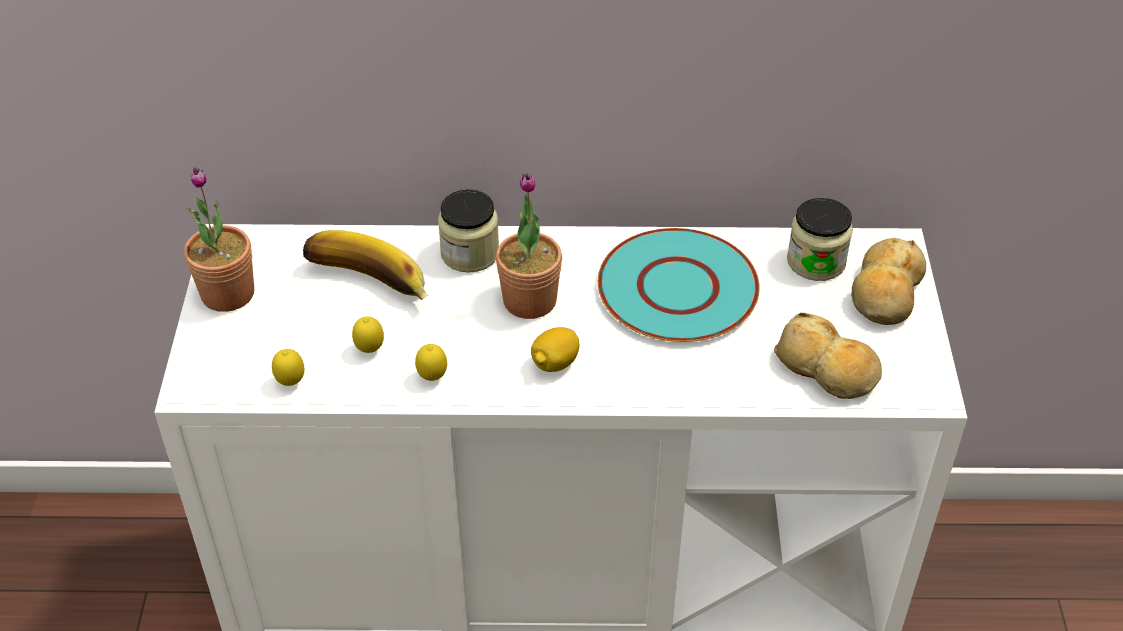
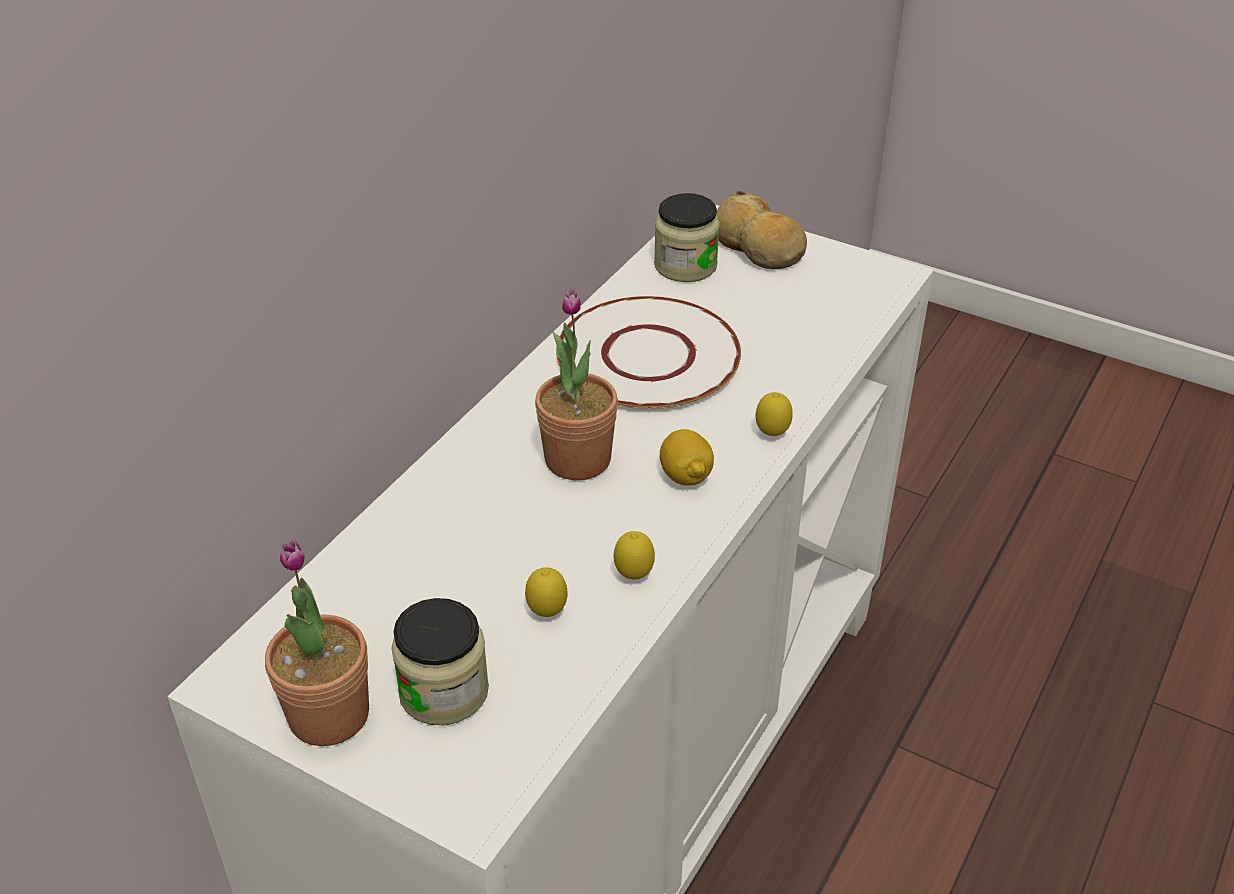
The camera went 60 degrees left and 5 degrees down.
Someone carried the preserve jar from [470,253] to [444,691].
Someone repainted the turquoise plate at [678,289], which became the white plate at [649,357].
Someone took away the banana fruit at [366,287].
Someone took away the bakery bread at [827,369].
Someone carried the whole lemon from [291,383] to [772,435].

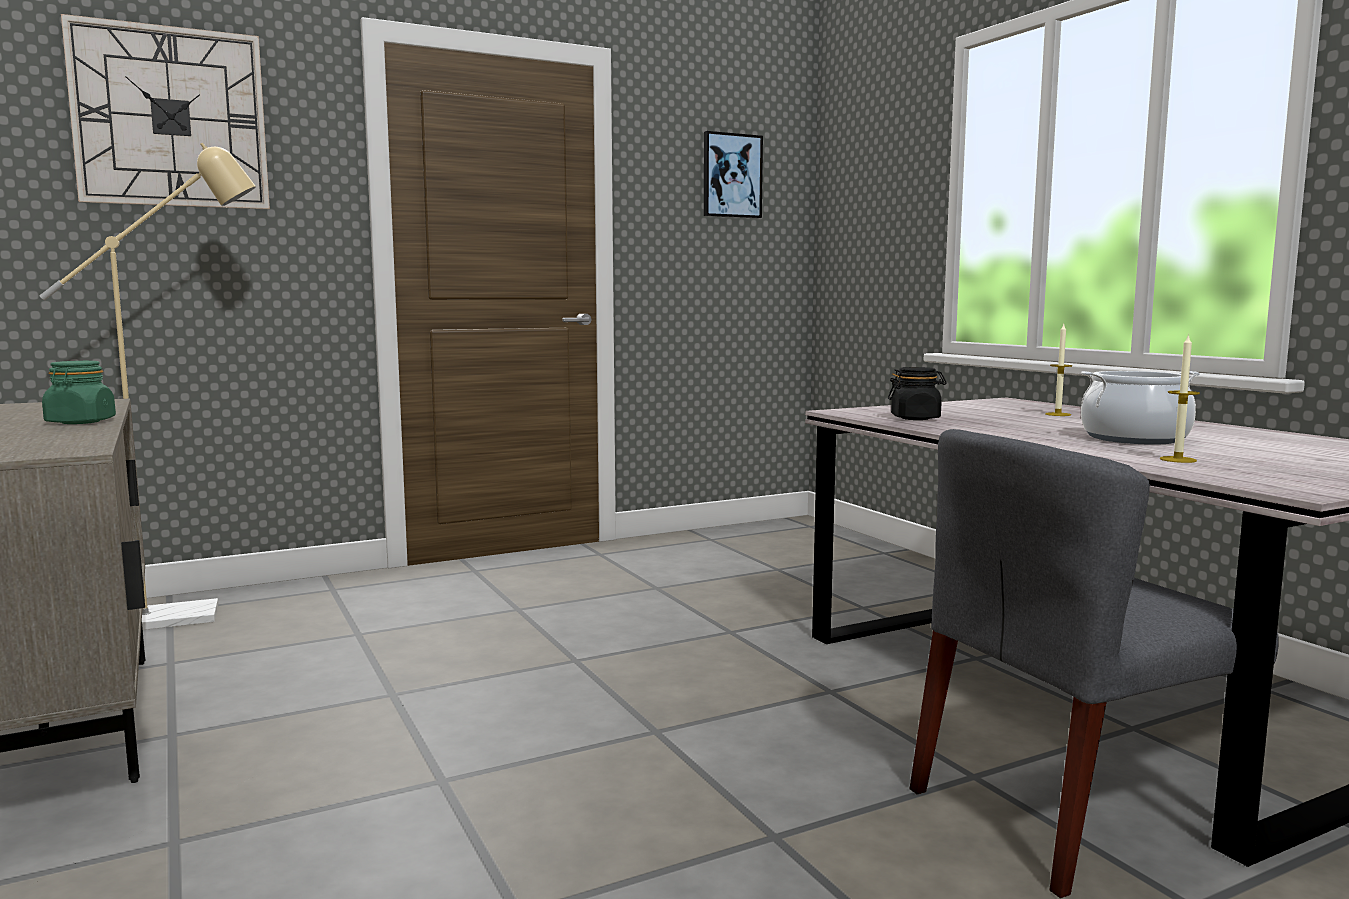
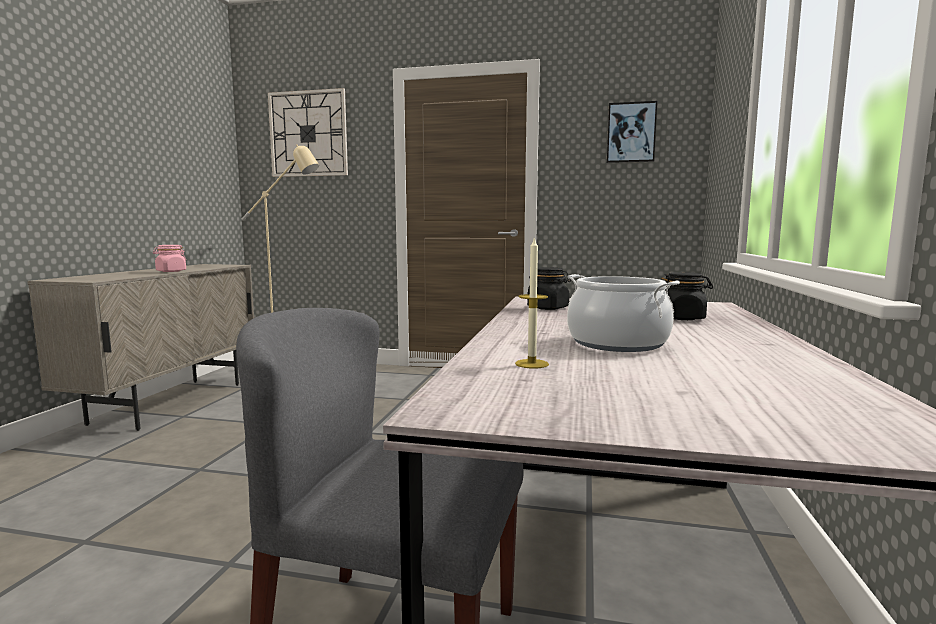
The camera went 40 degrees right and 0 degrees up.
Someone swapped the wax light at [1058,414] for the black-coloured preserve jar at [683,318].
Someone repainted the green preserve jar at [80,422], which became the pink preserve jar at [171,271].

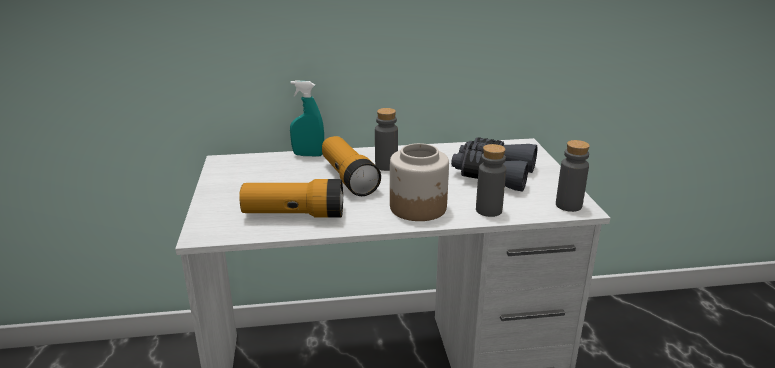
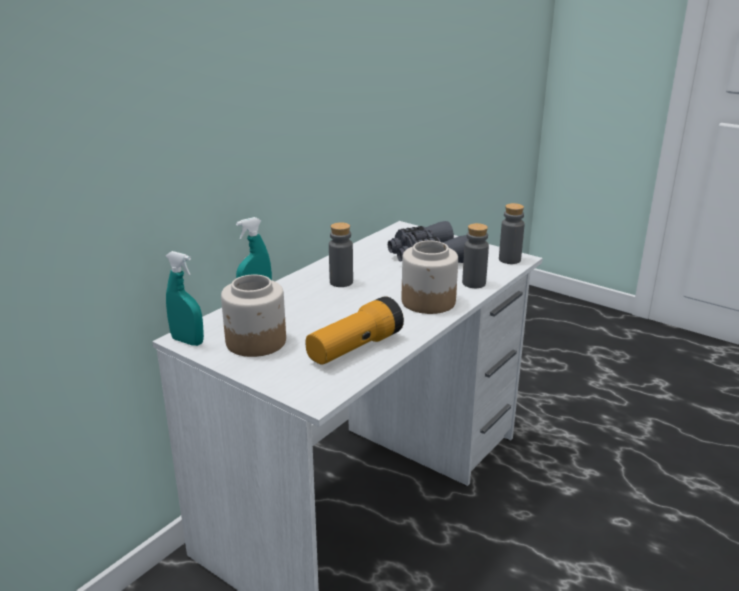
The camera went 45 degrees left and 0 degrees up.
Someone took away the flashlight at [348,178].
Someone put down the turquoise hand sprayer at [187,341].
Someone put down the preserve jar at [256,342].

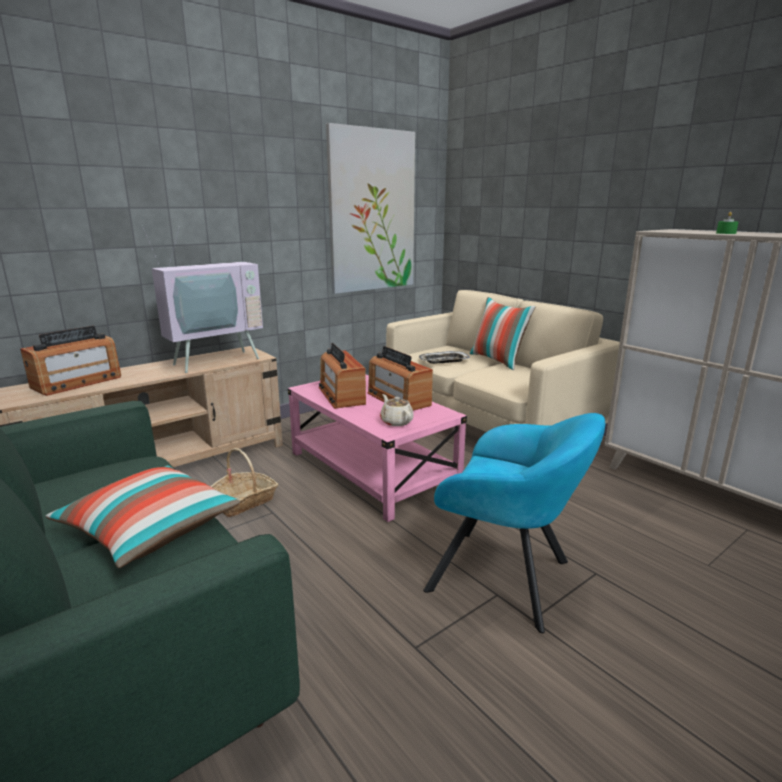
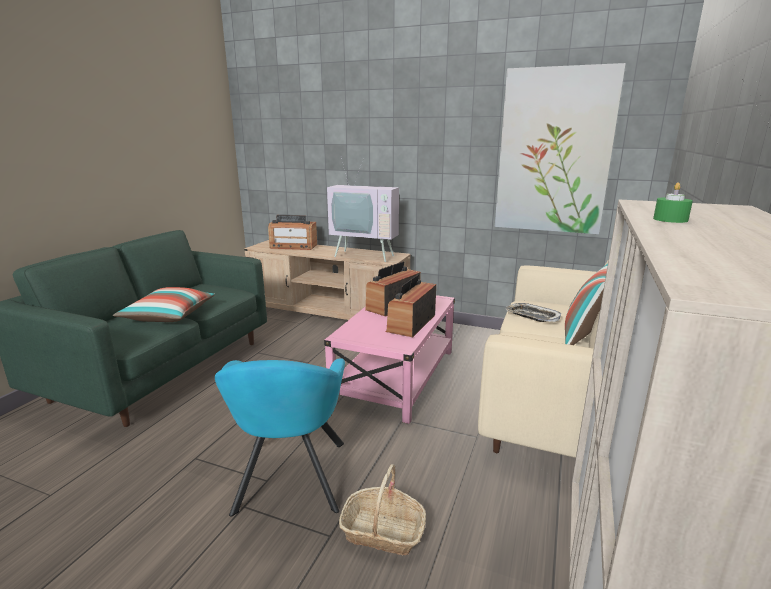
The camera went 60 degrees right and 0 degrees up.
Someone took away the beige-coloured teapot at [396,421].
Someone carried the basket from [243,501] to [383,531].

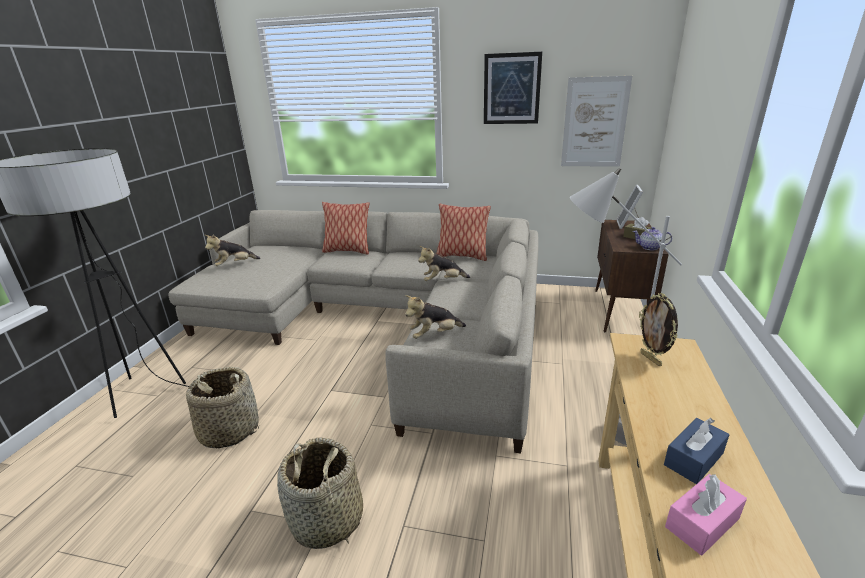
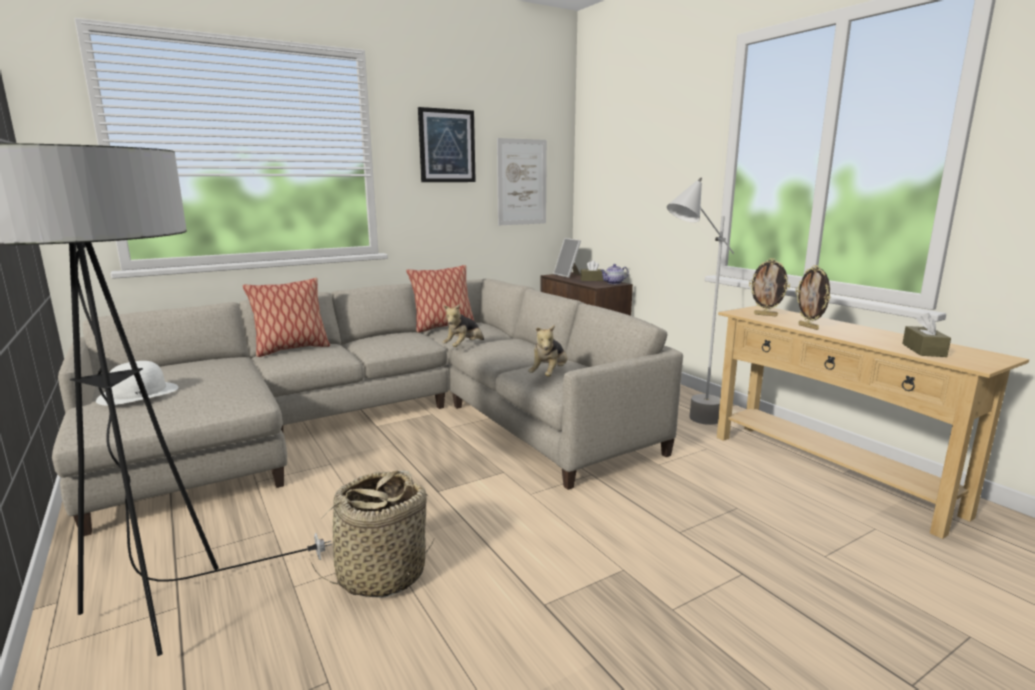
The camera went 45 degrees left and 10 degrees down.
Someone swapped the plush toy at [234,265] for the white hat at [138,393].
Someone took away the blue tissue holder at [693,459].
Someone took away the basket at [327,520].
Someone repainted the pink tissue holder at [702,523], which became the brown tissue holder at [923,350].
Someone put down the photo frame at [809,327].

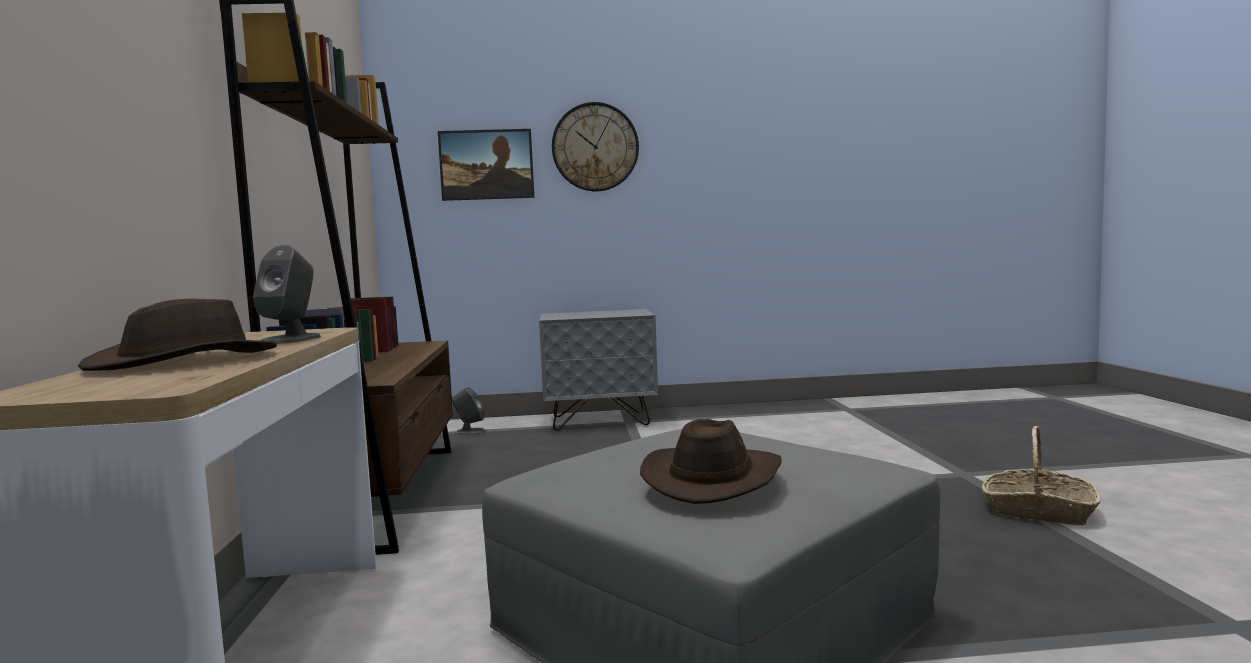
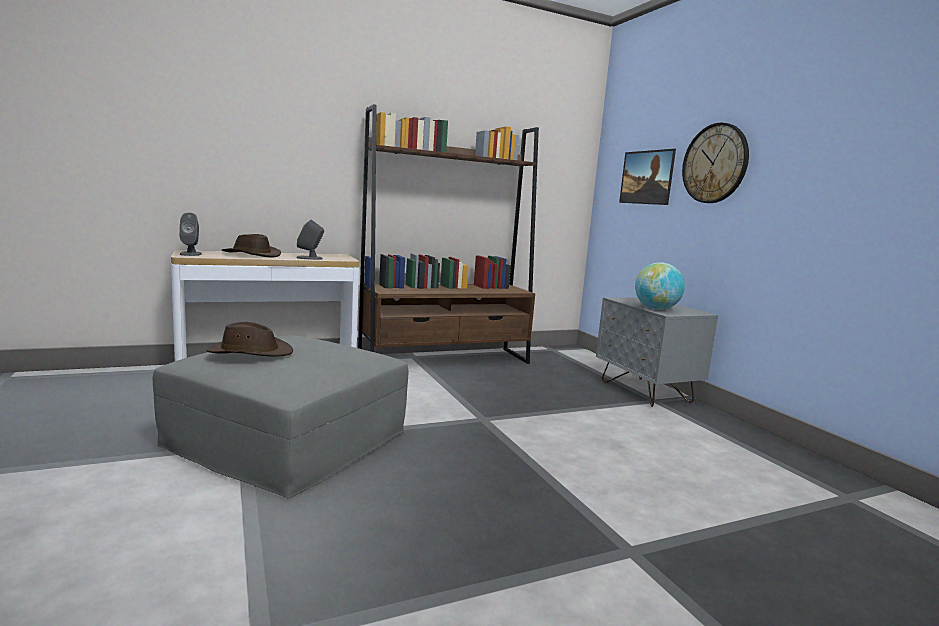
The camera went 70 degrees right and 5 degrees up.
Someone carried the grey audio speaker from [469,432] to [190,254].
Someone took away the basket at [1038,511].
Someone put down the desk globe at [656,309].

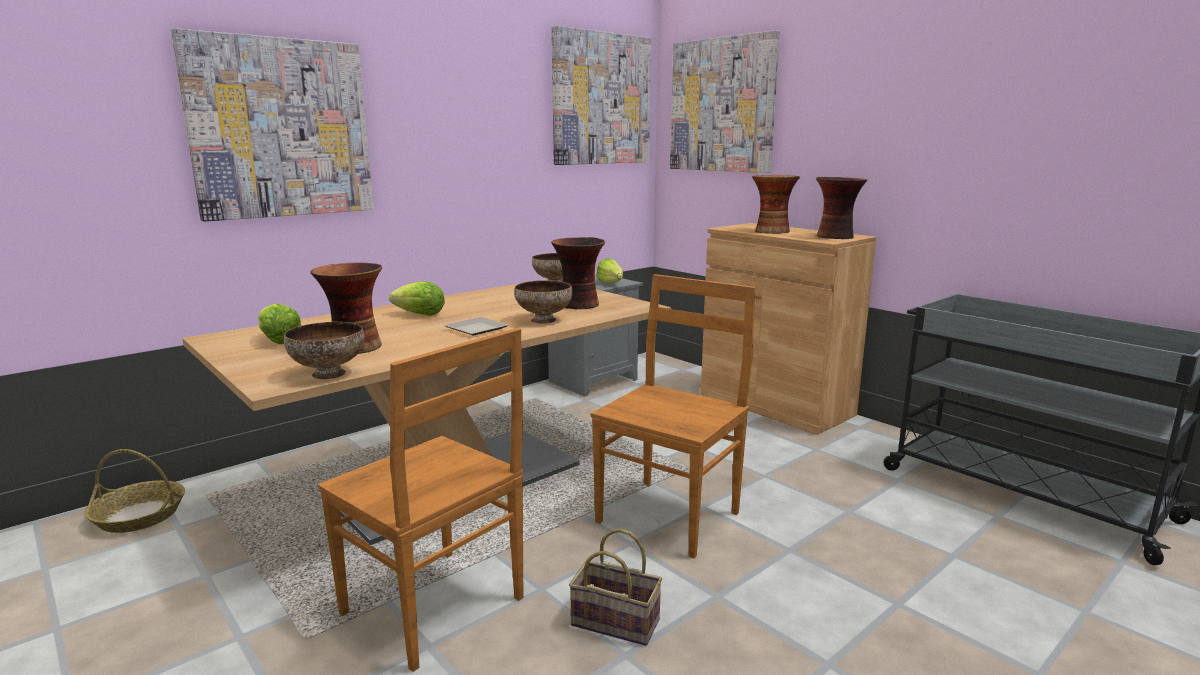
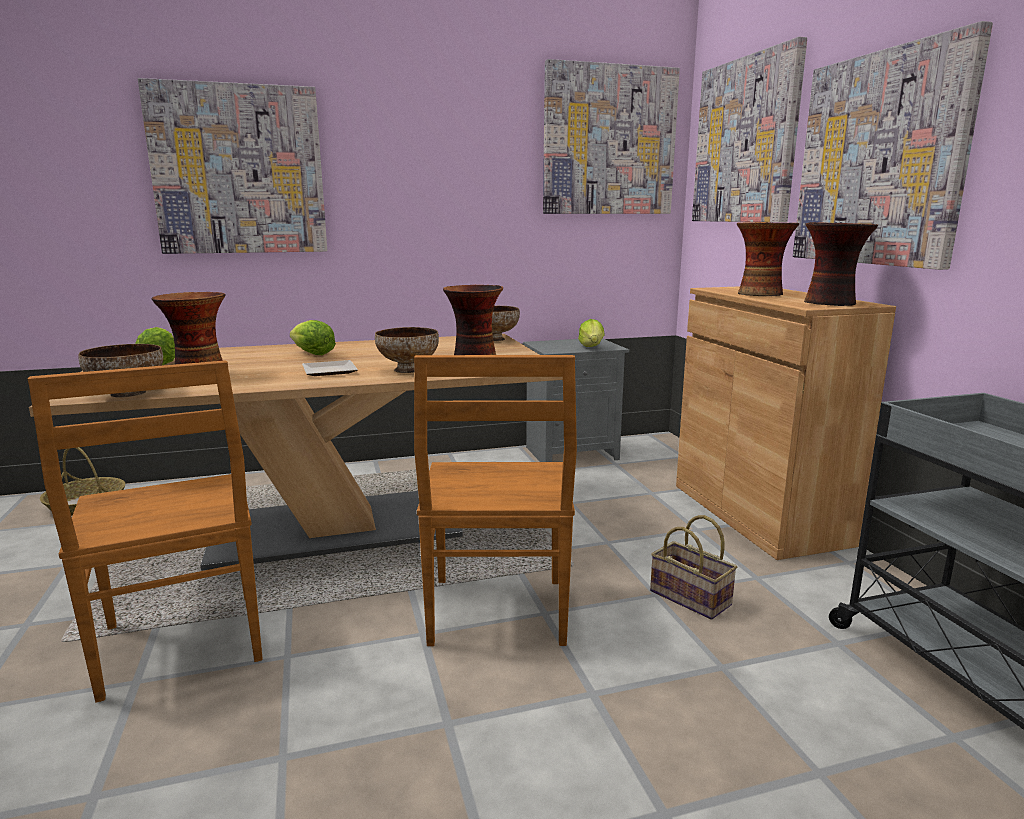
The camera went 25 degrees right and 0 degrees up.
Someone rotated the brown plain chair at [670,515] by 120 degrees clockwise.
Someone carried the basket from [618,622] to [692,598].
Someone put up the wall art at [880,160].

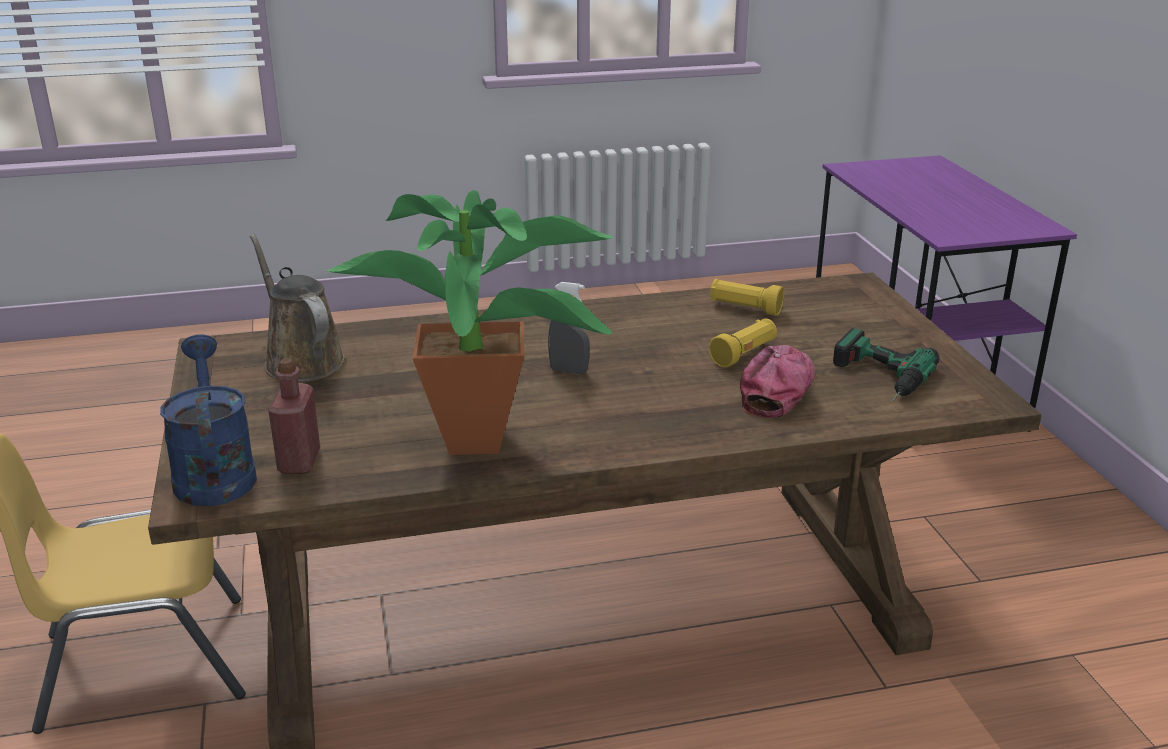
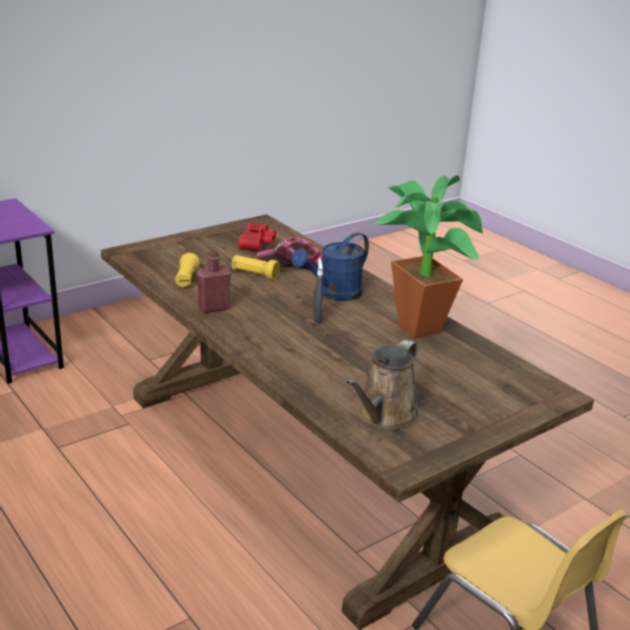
The camera went 115 degrees left and 0 degrees up.
Someone swapped the power drill at [875,378] for the red-coloured field glasses at [258,244].
Someone carried the blue watering pot from [214,472] to [334,294].
Someone carried the red-coloured drink bottle from [299,461] to [213,308].

